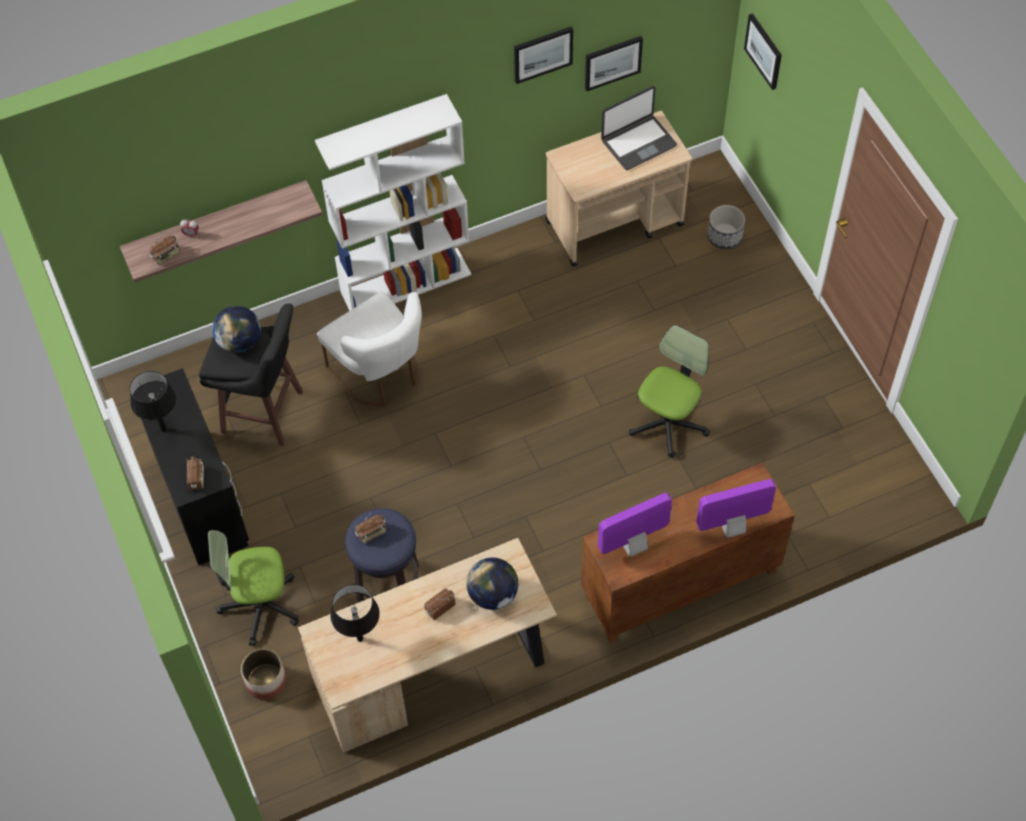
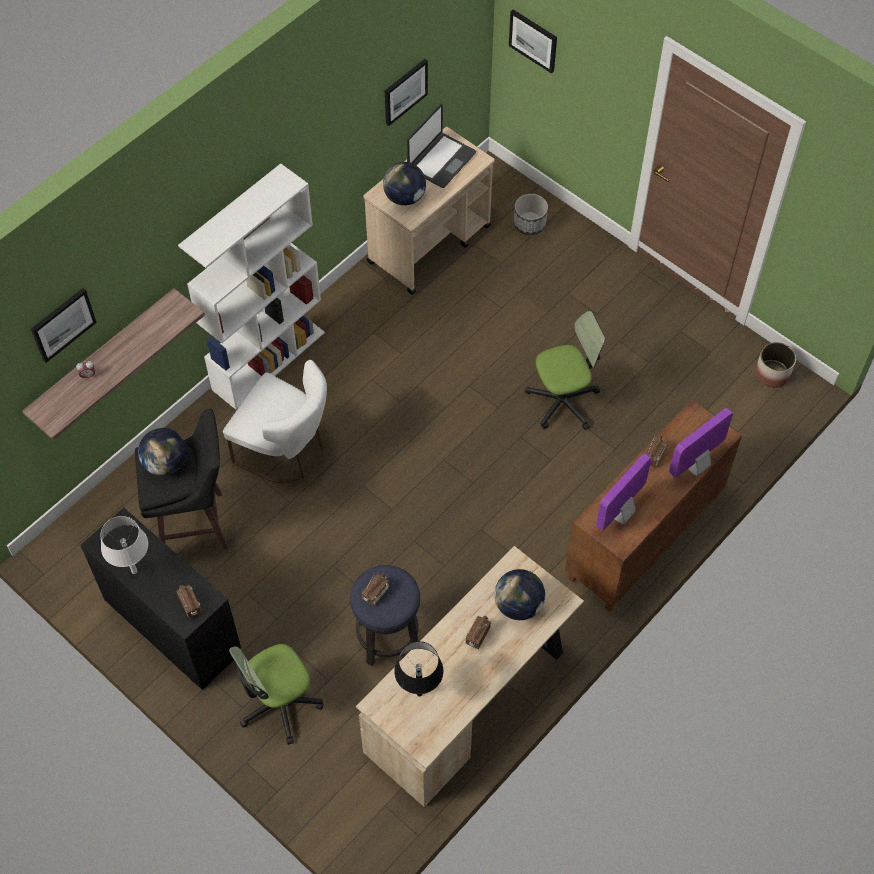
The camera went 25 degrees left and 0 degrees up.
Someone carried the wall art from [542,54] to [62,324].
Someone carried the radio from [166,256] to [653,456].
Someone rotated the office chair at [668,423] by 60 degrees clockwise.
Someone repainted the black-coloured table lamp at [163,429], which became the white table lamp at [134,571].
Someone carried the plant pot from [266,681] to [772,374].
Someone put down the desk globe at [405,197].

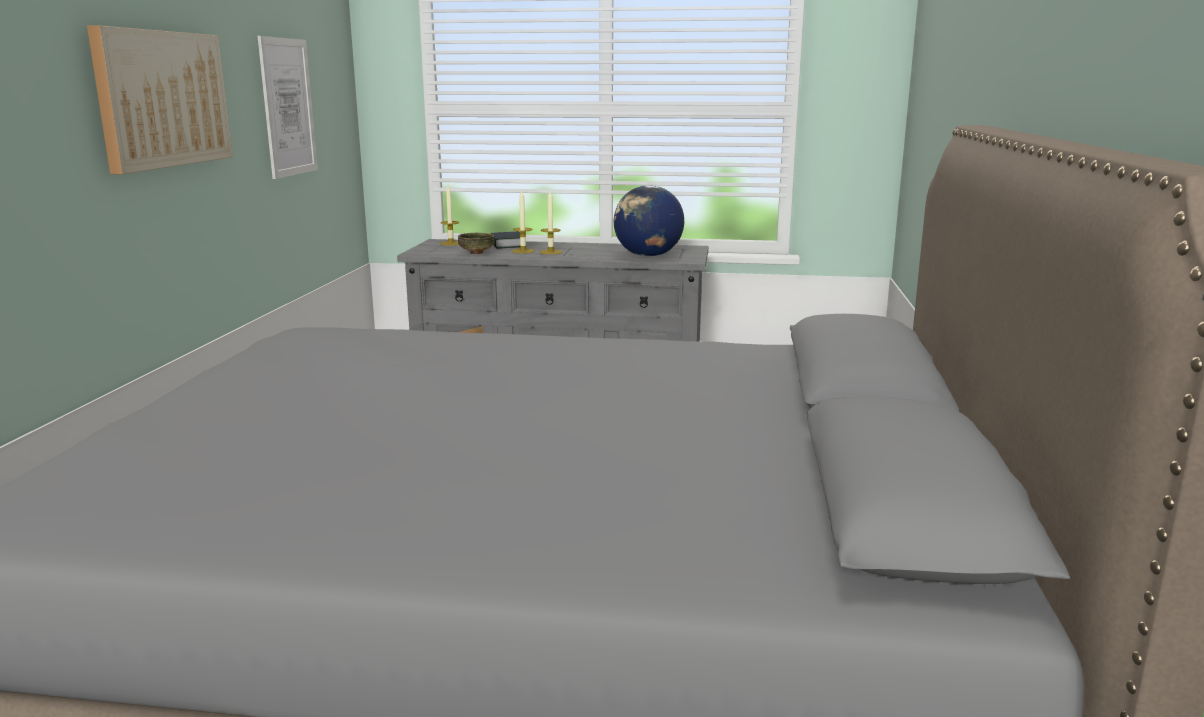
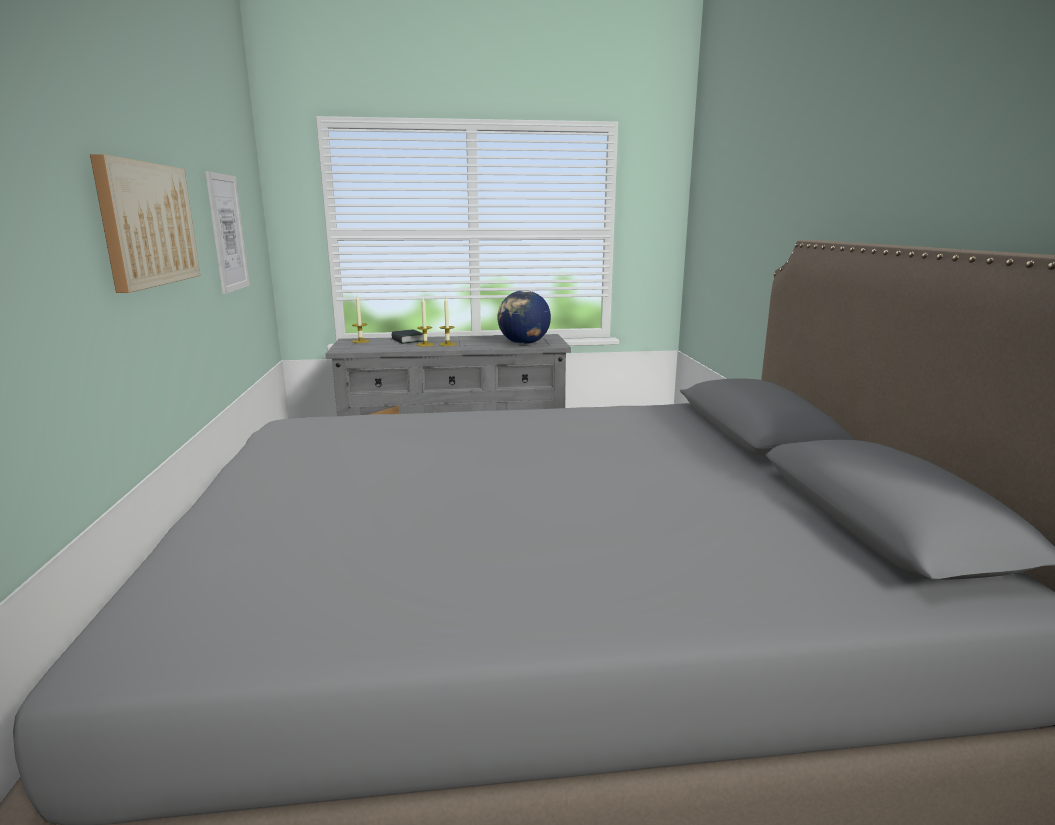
The camera went 15 degrees left and 0 degrees up.
Someone took away the bowl at [476,253].

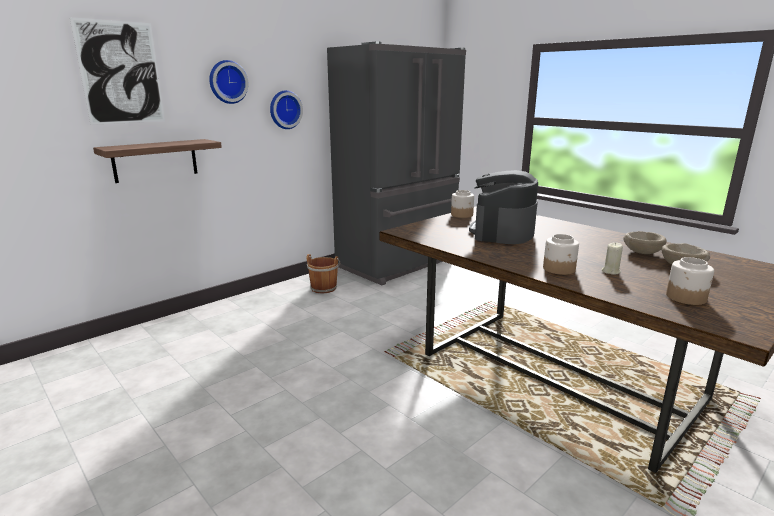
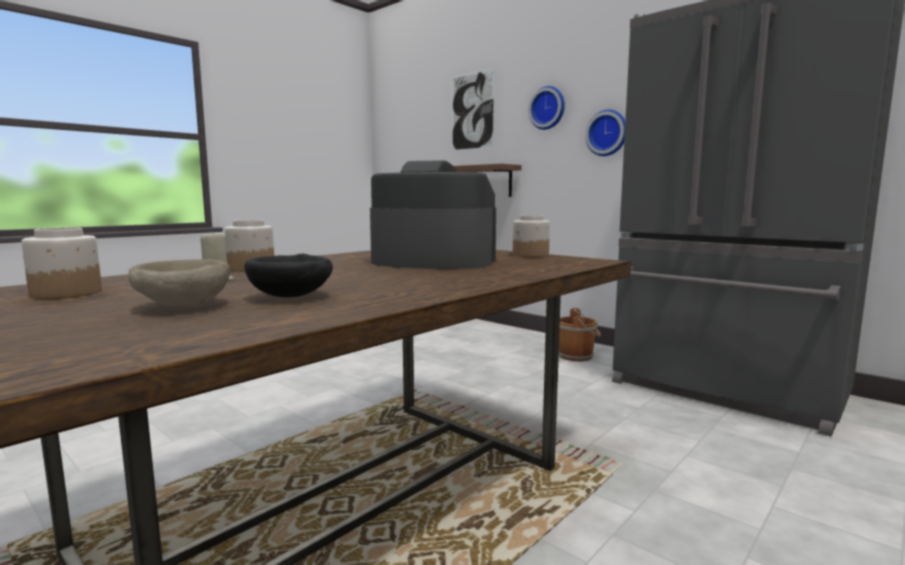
The camera went 85 degrees right and 10 degrees down.
Someone repainted the beige-coloured bowl at [642,252], which became the black-coloured bowl at [293,297].

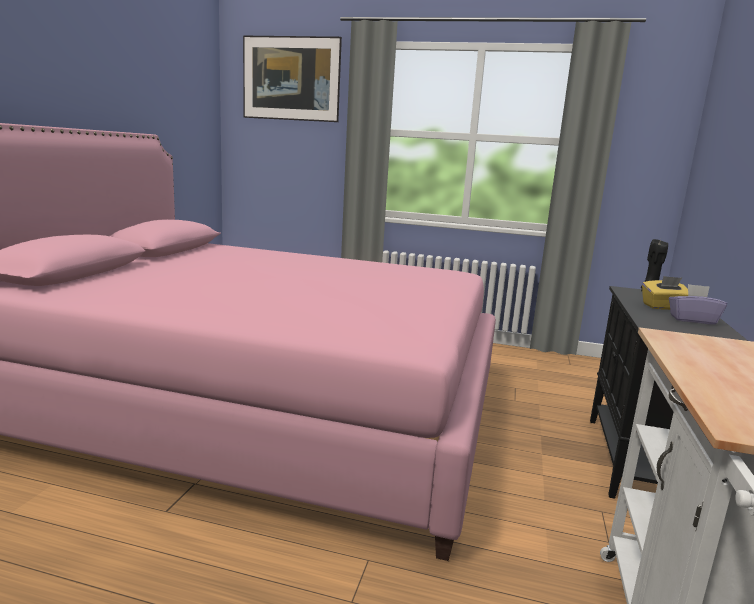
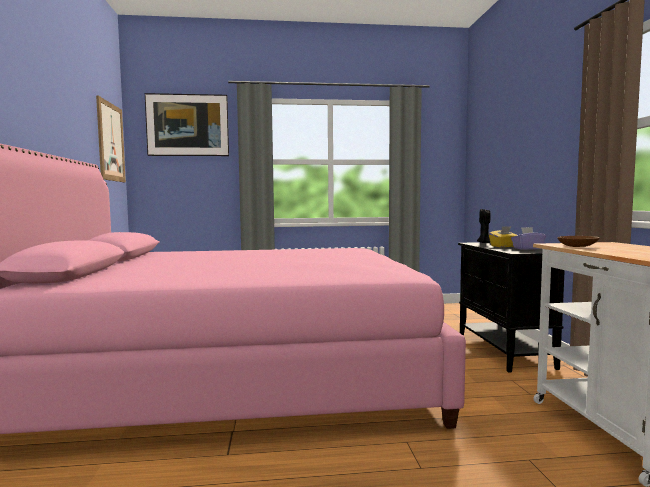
The camera went 20 degrees left and 10 degrees down.
Someone put up the wall art at [111,142].
Someone put down the brown bowl at [577,246].

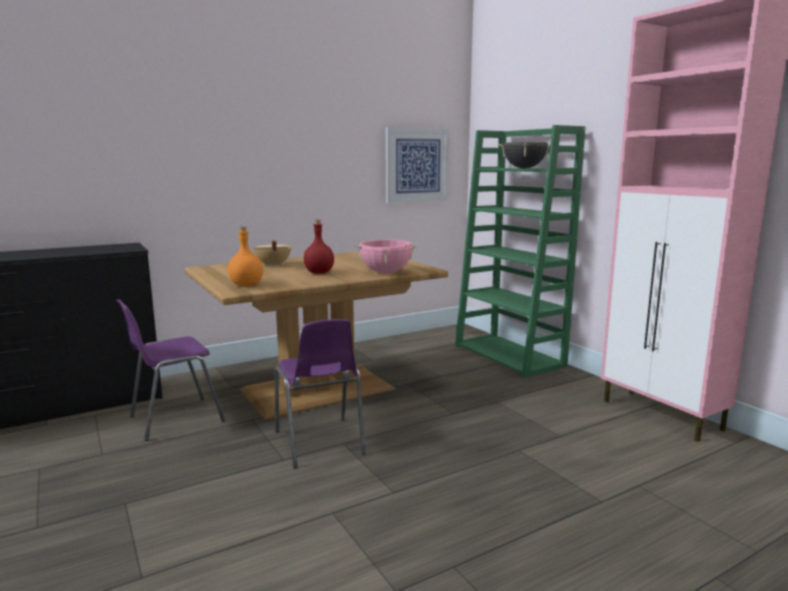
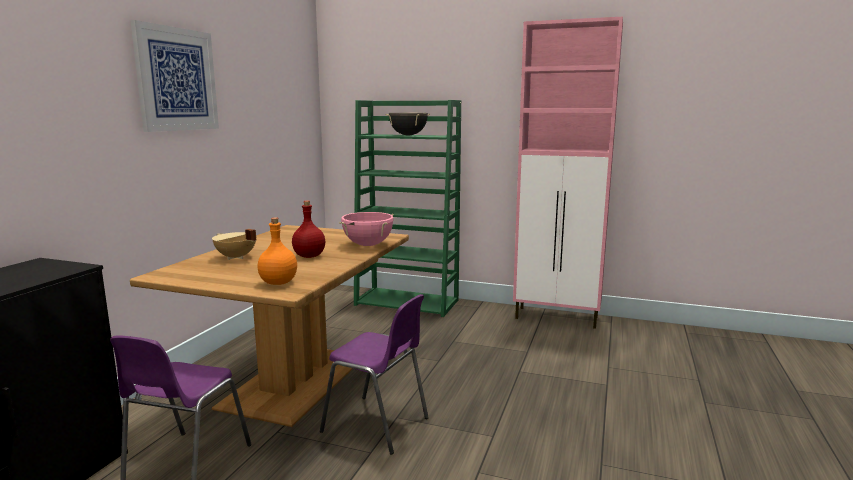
The camera went 40 degrees left and 0 degrees up.
Someone carried the wall art from [417,165] to [177,79].

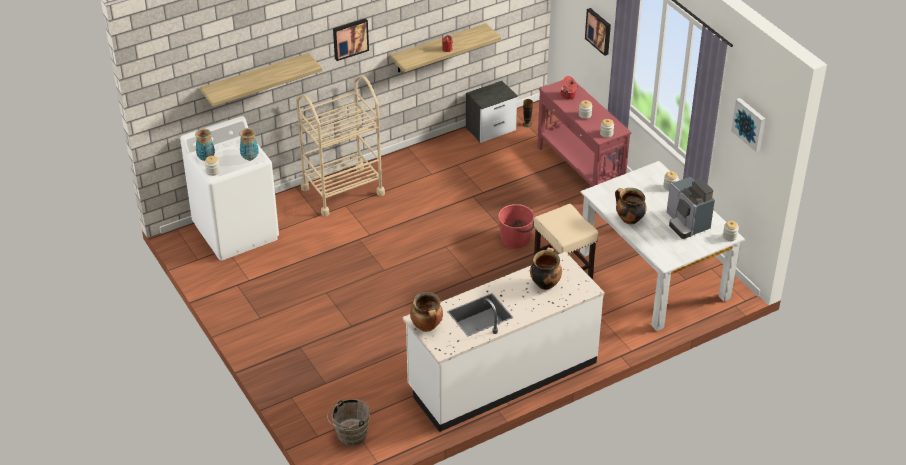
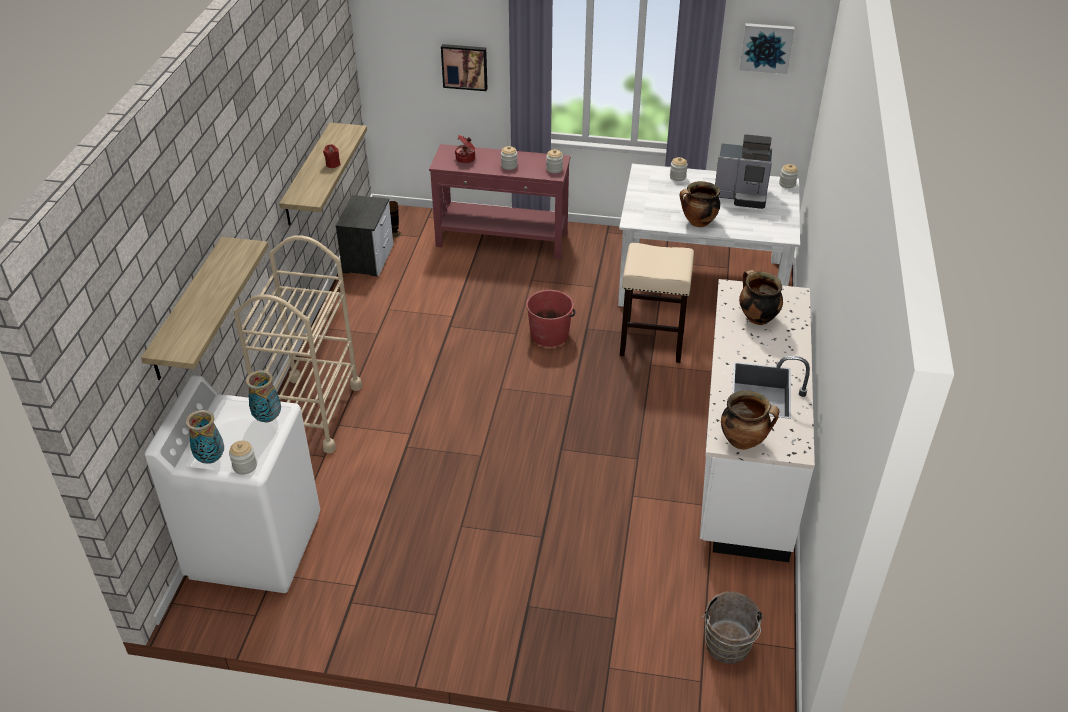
The camera went 50 degrees left and 0 degrees up.
Someone took away the wall art at [350,38].

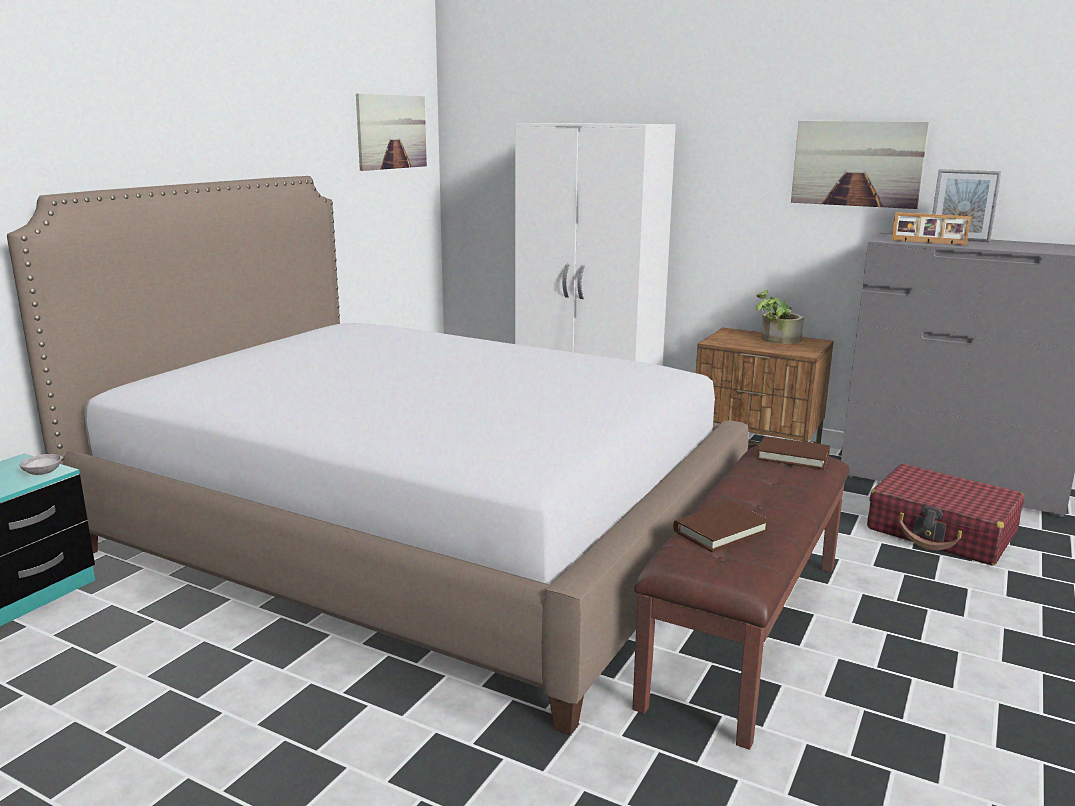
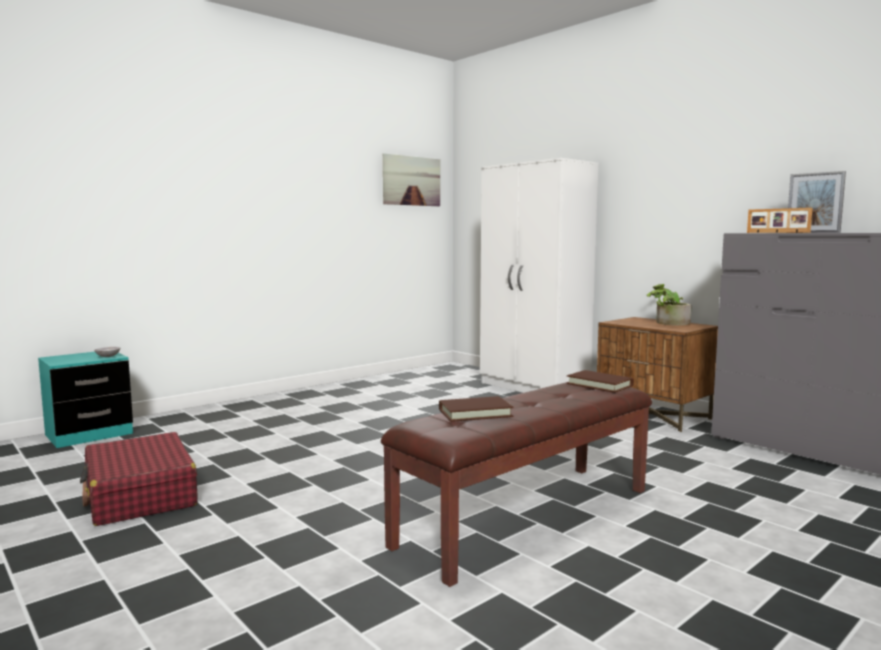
The camera went 20 degrees right and 10 degrees down.
Someone took away the wall art at [857,163].
Someone took away the sleeping bed at [415,537].
Someone carried the red-coloured piece of luggage from [941,532] to [140,495].

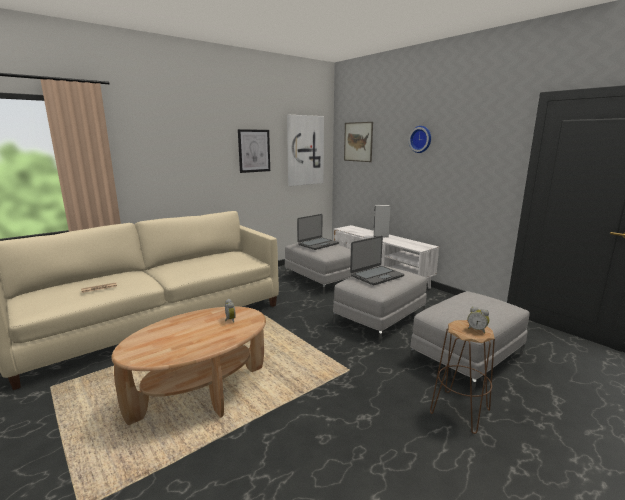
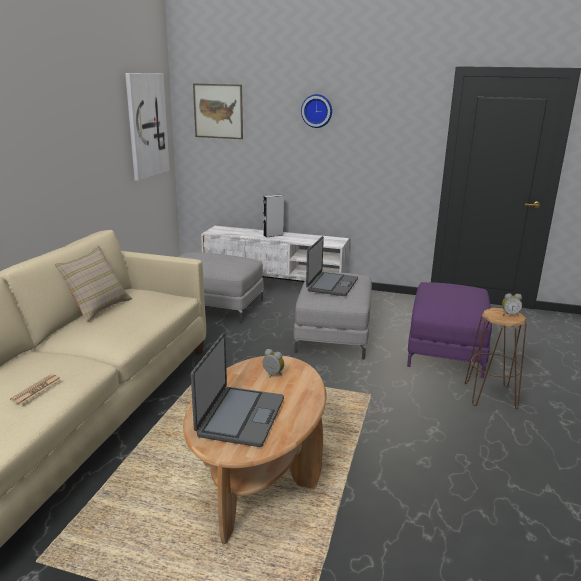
The camera went 35 degrees left and 5 degrees up.
Someone took away the wall art at [254,151].
Someone carried the notebook computer from [318,244] to [240,417].
Someone repainted the grey footrest at [467,357], which became the purple footrest at [447,348].
Someone put down the beige-coloured throw pillow at [96,307].

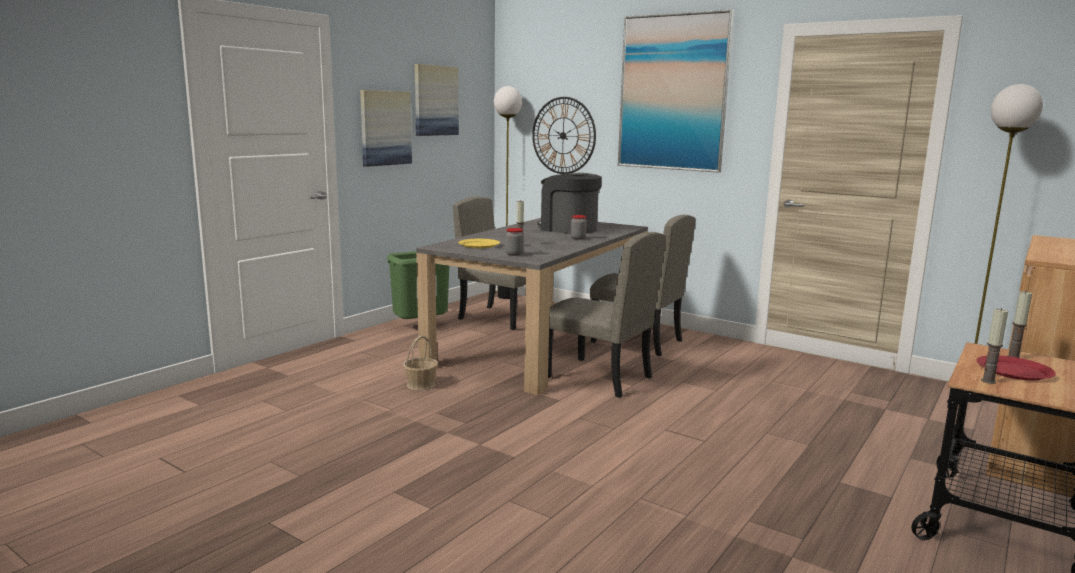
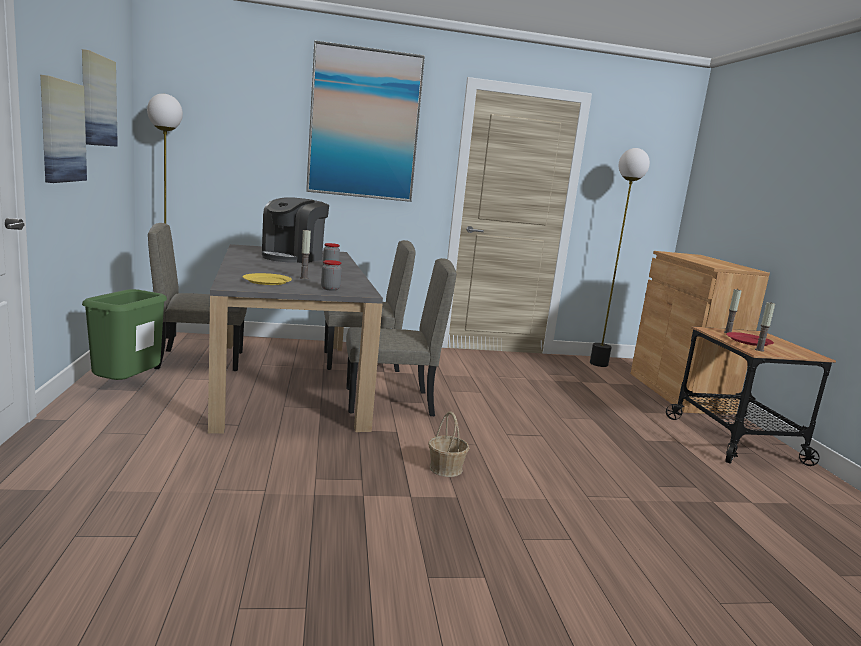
The camera went 45 degrees left and 0 degrees up.
Someone took away the clock on the wall at [563,135].
Someone rotated the coffee machine at [568,229] by 60 degrees counterclockwise.
Someone carried the basket from [421,385] to [446,468].

